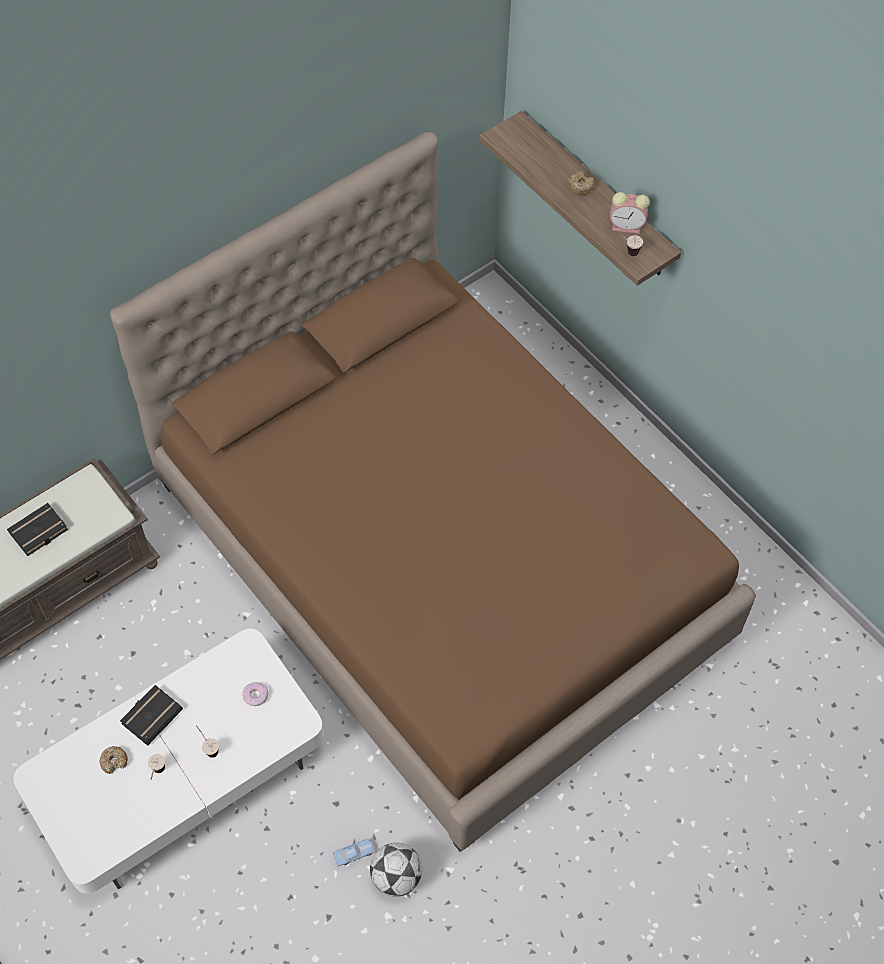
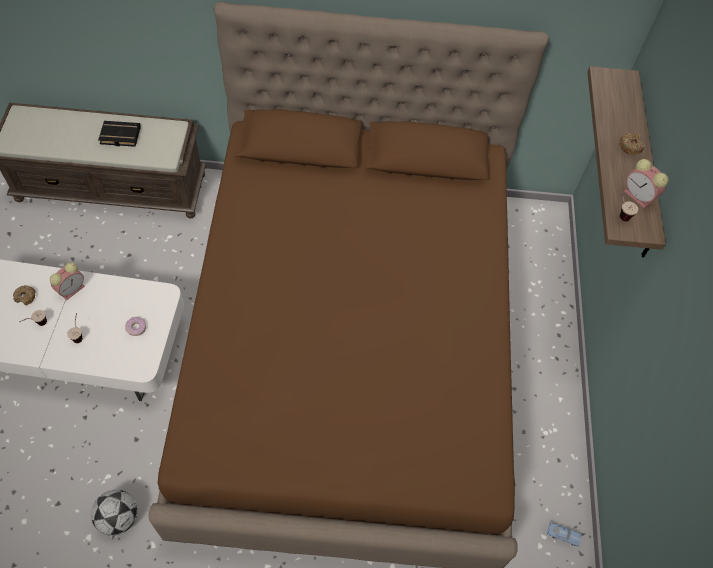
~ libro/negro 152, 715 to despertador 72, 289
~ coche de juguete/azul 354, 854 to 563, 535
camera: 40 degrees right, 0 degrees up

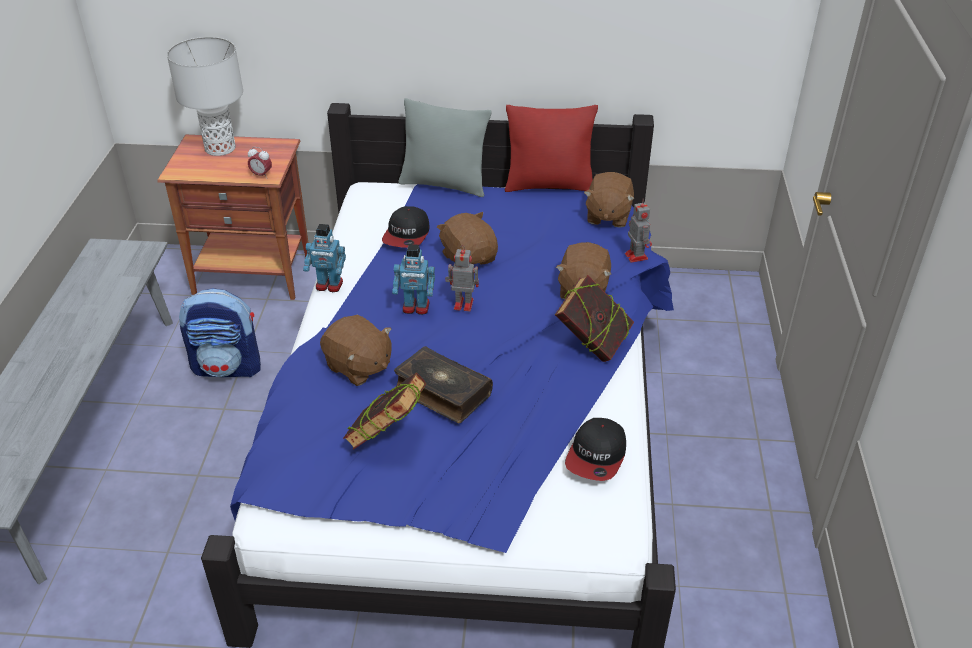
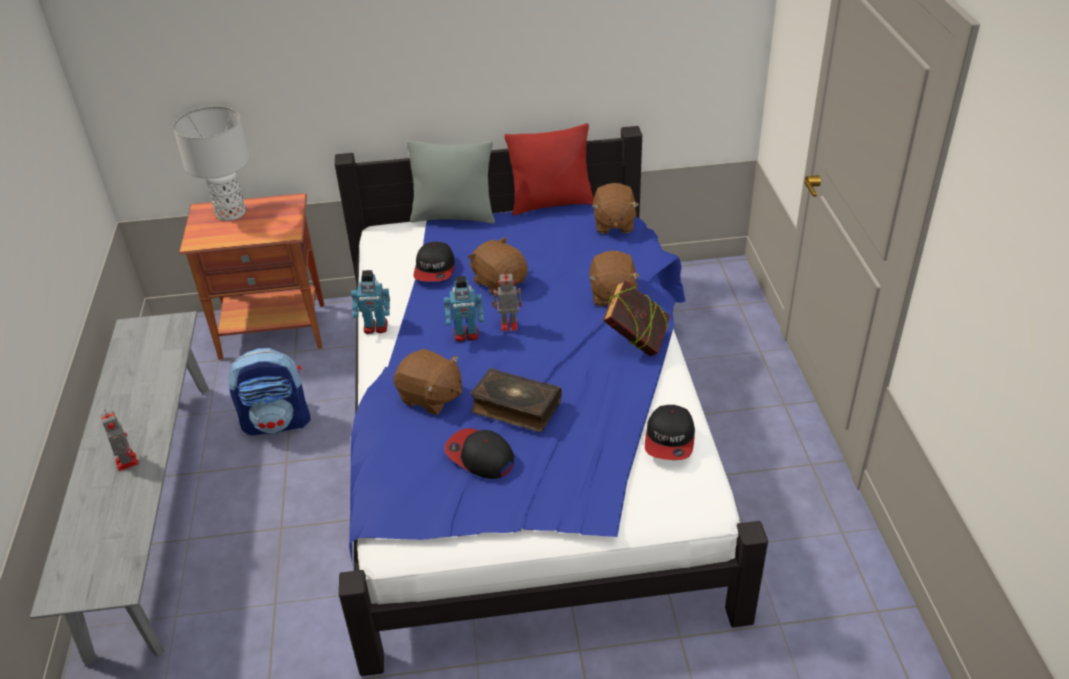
~ robot de juguete 635, 255 to 126, 461
~ libro 387, 438 to gorra 479, 456
- despertador 261, 175
camera: 10 degrees left, 0 degrees up

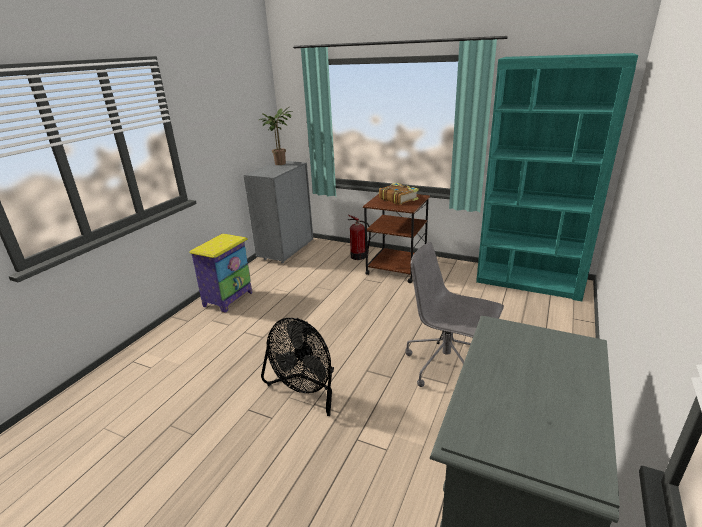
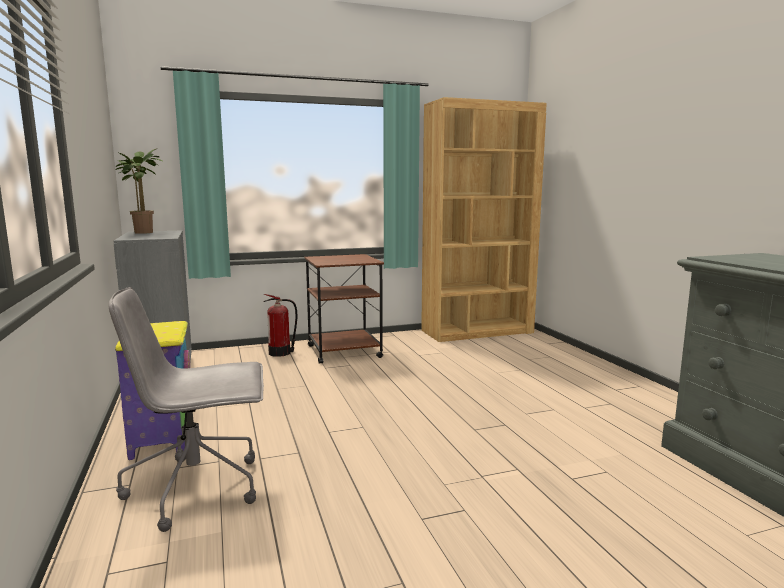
~ silla de oficina/gris 449, 367 to 202, 488
~ estantería/turquesa 529, 282 to estantería/marrón 477, 331
- ventilador/negro 305, 388
- libro 398, 199
camera: 45 degrees left, 15 degrees down

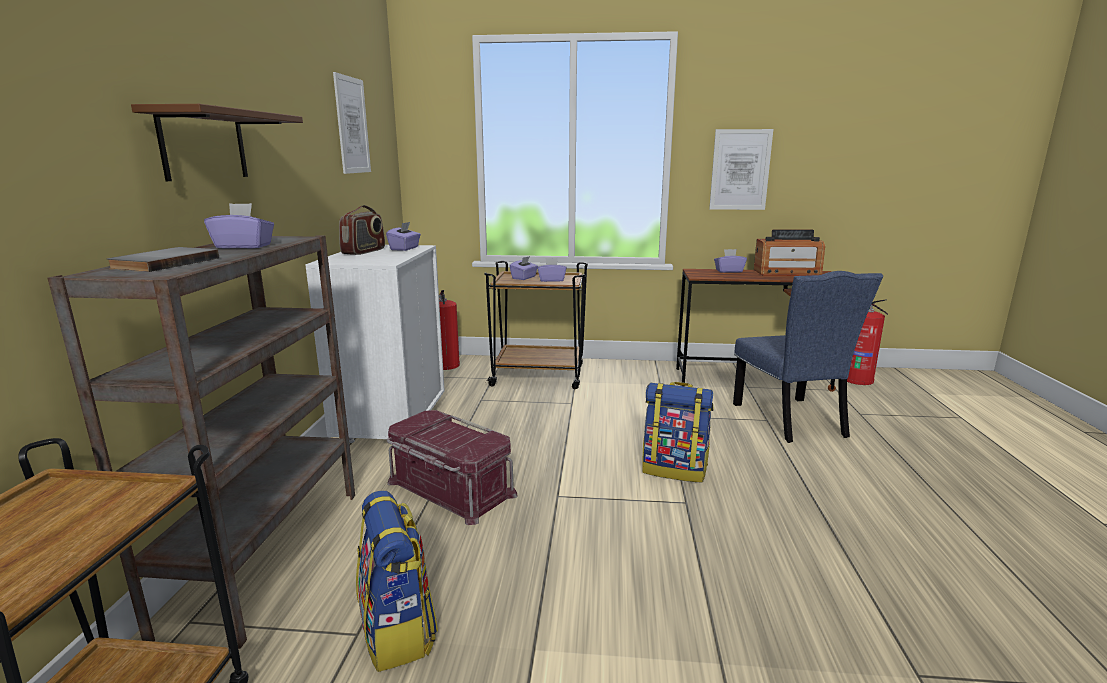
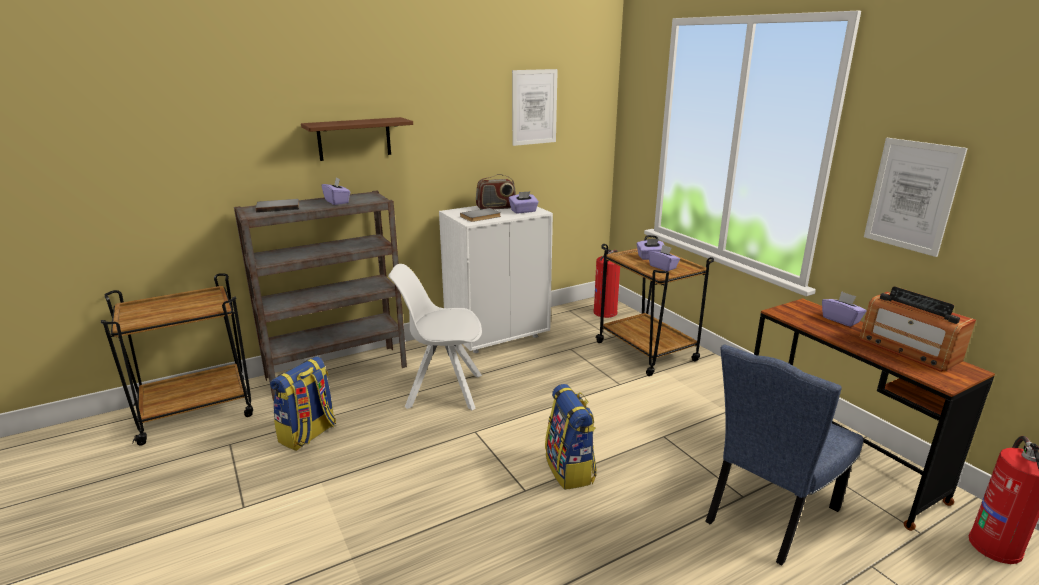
~ caja de almacenaje/rojo 449, 489 to silla/blanco 443, 391
+ libro/gris 481, 217
camera: 55 degrees right, 5 degrees up

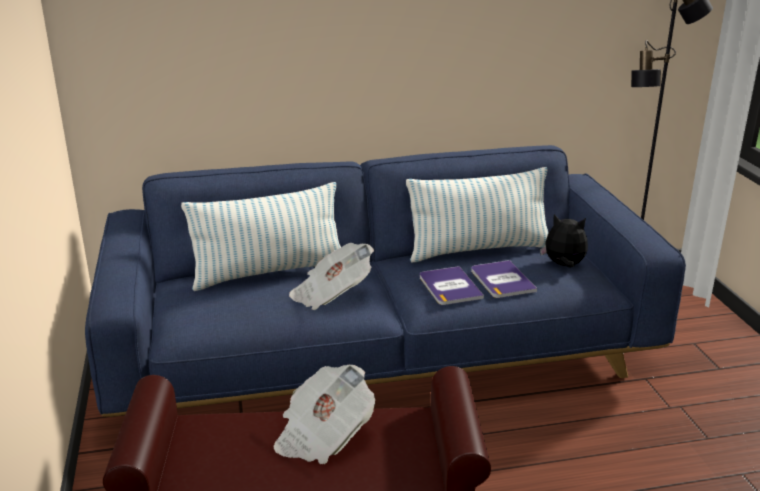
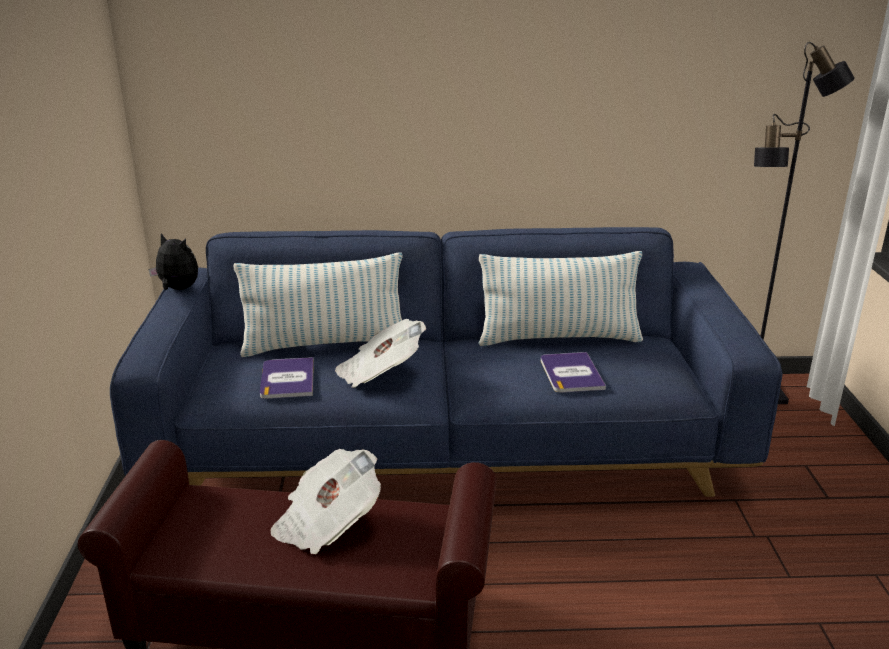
~ peluche 563, 265 to 177, 289
~ libro 449, 287 to 287, 379
camera: 10 degrees right, 0 degrees up

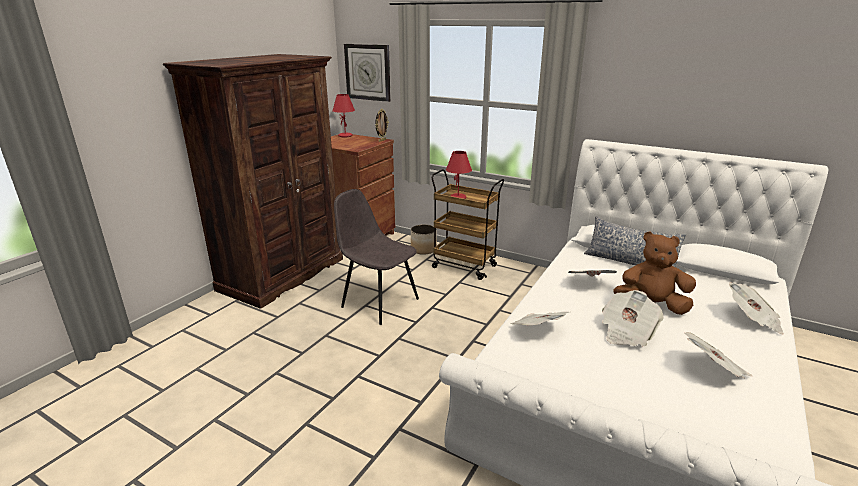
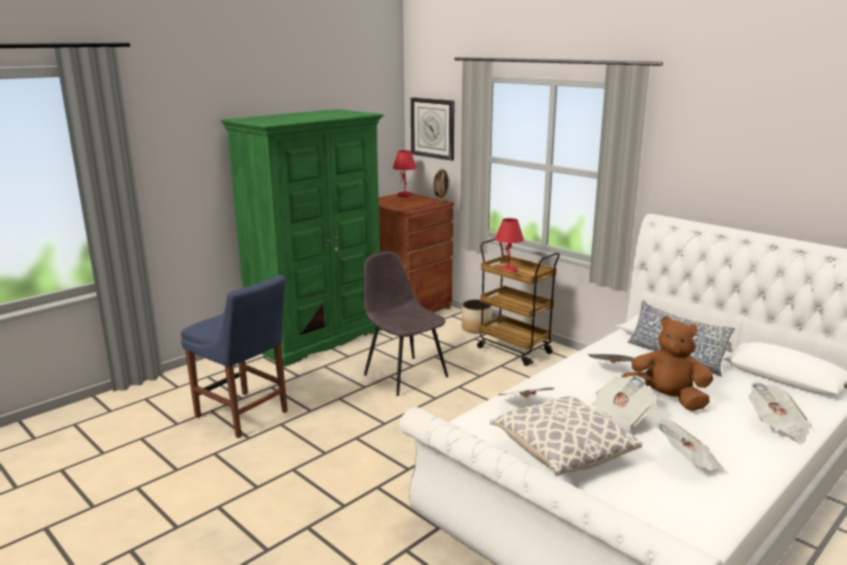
+ silla/azul 244, 415
~ armario ropero/marrón 283, 274 to armario ropero/verde 317, 337
+ cojín 562, 452
camera: 15 degrees right, 5 degrees down

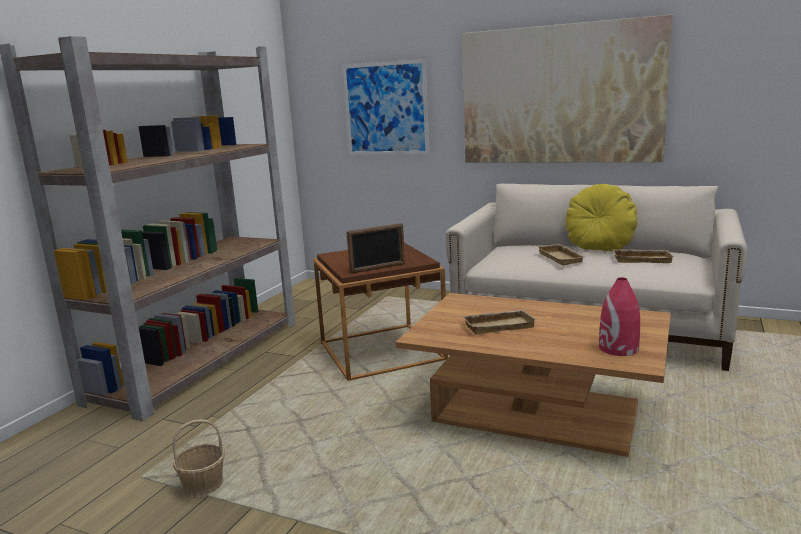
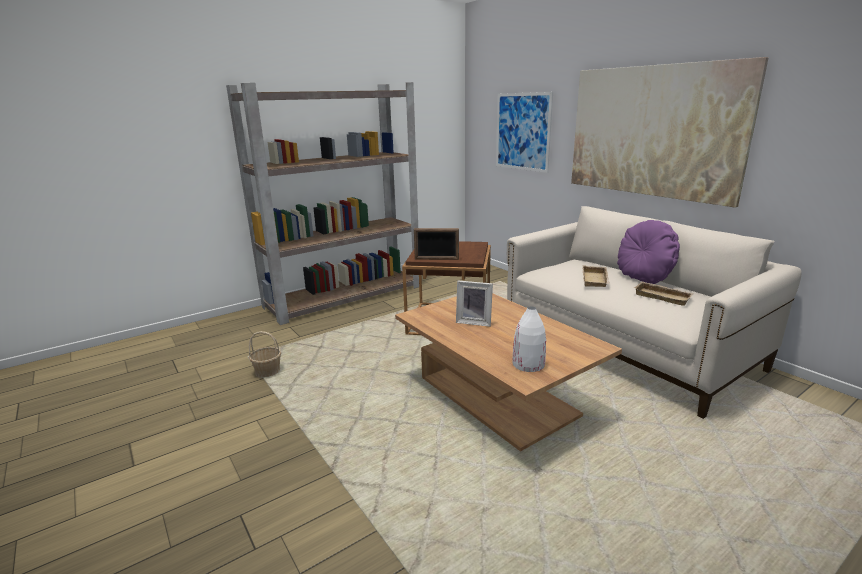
~ bandeja/beis 498, 325 to portarretratos 474, 321
~ florero/rojo 618, 348 to florero/blanco 528, 364
~ cojín/amarillo 599, 249 to cojín/morado 643, 279
camera: 30 degrees right, 5 degrees up

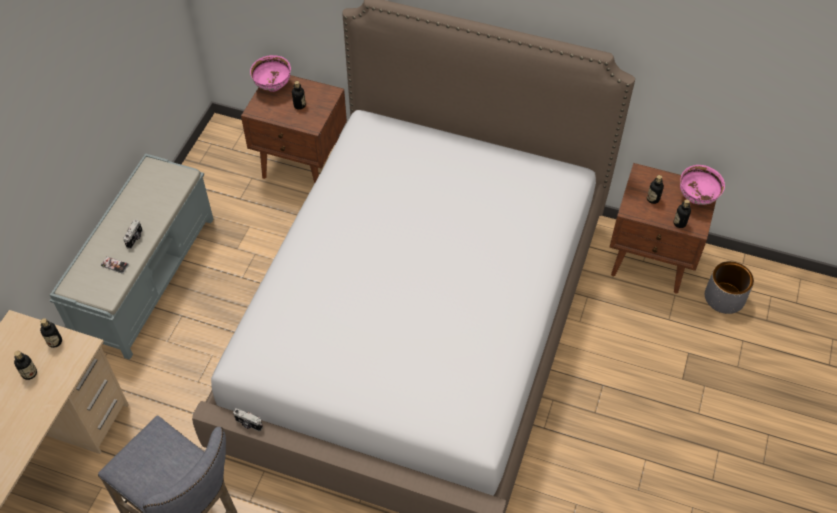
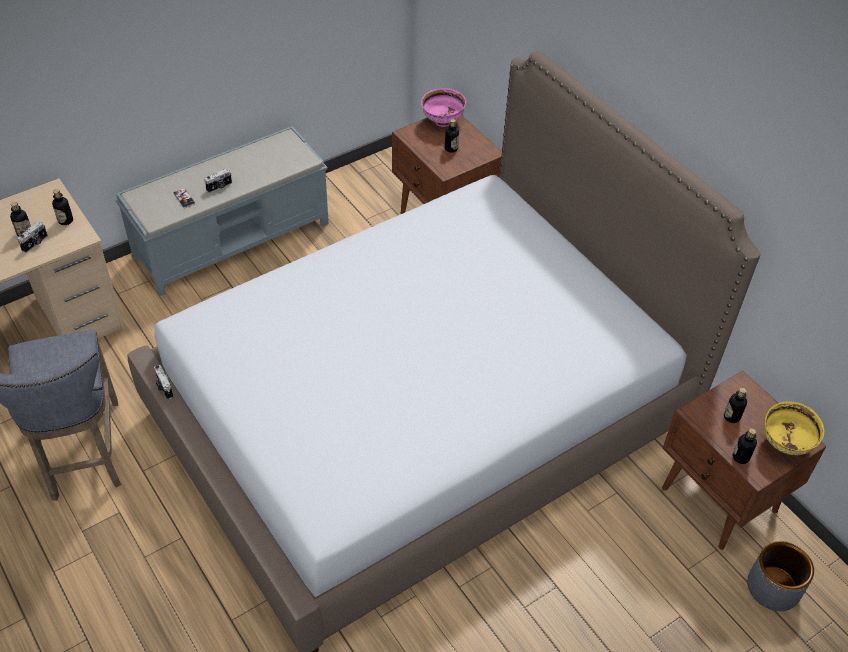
+ cámara 35, 243
~ cuenco/rosa 697, 198 to cuenco/amarillo 785, 444
camera: 35 degrees right, 5 degrees down

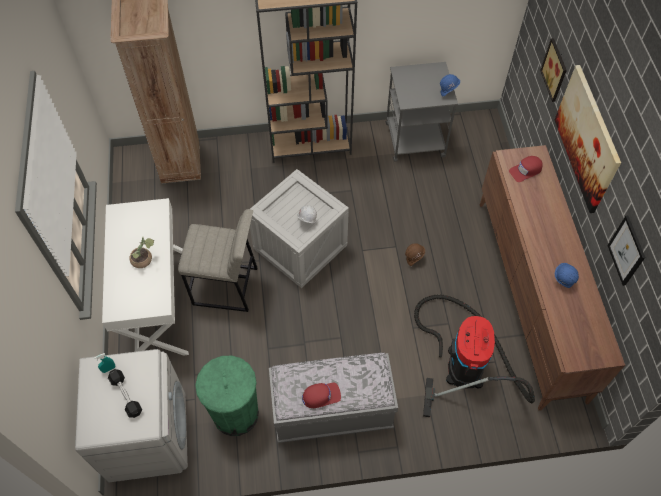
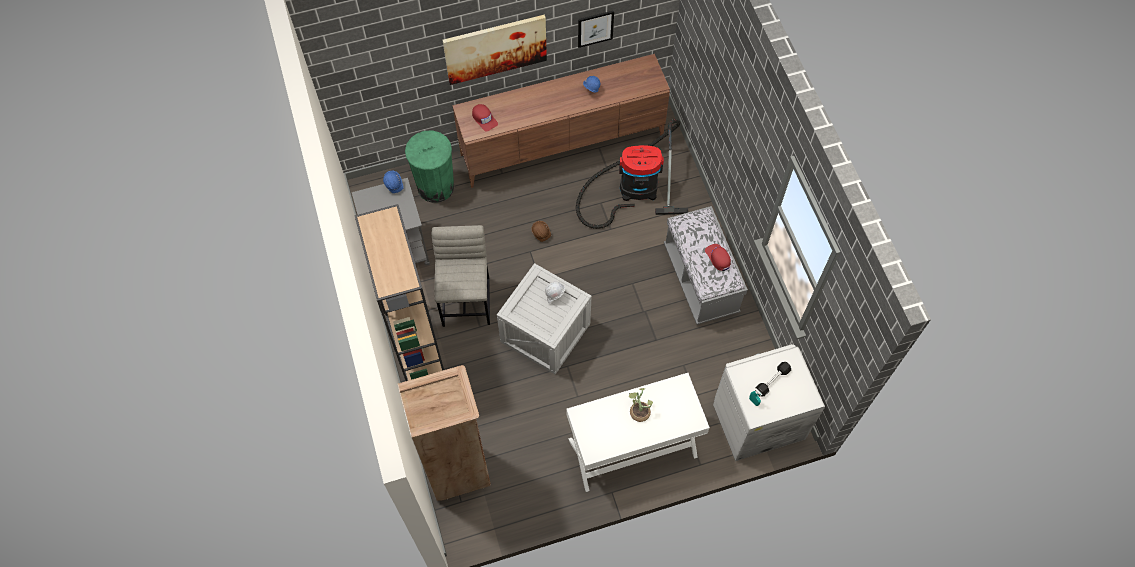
~ papelera/verde 236, 413 to 436, 186
~ silla/gris 227, 286 to 466, 300
- cuadro 556, 70
camera: 100 degrees left, 5 degrees up

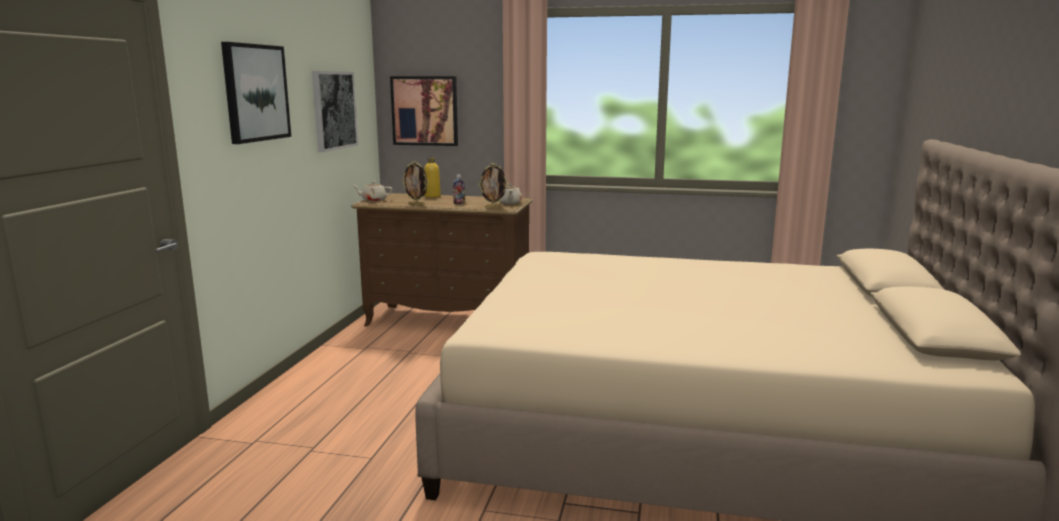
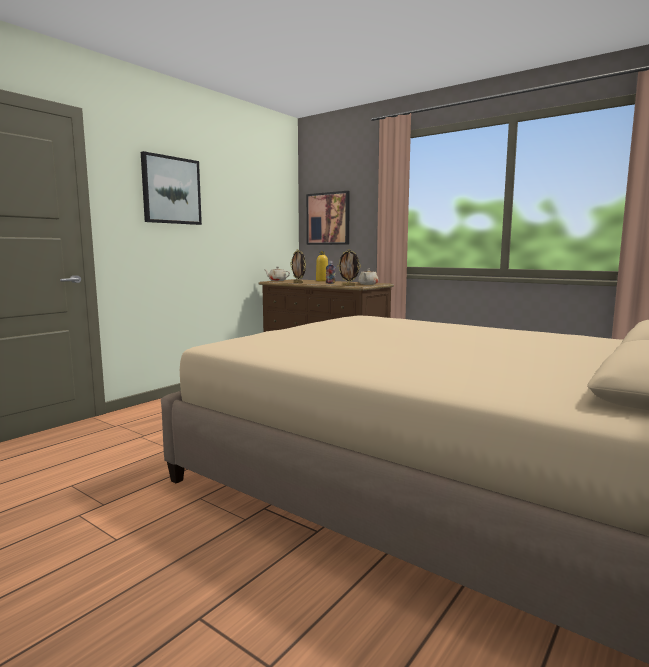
- cuadro 334, 110
camera: 25 degrees right, 5 degrees down

